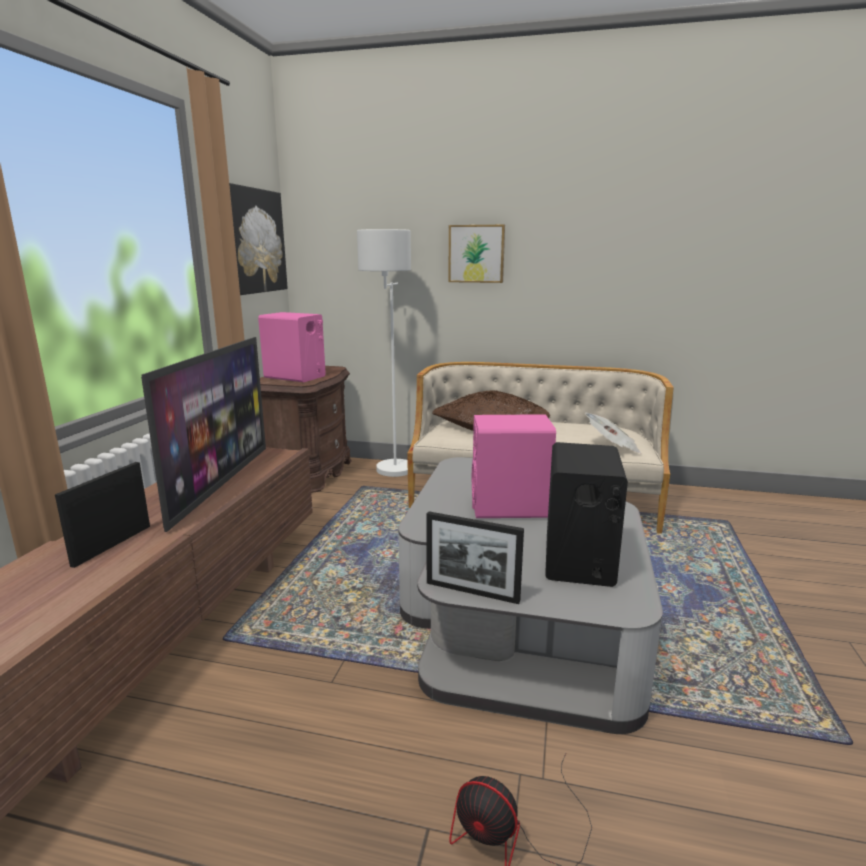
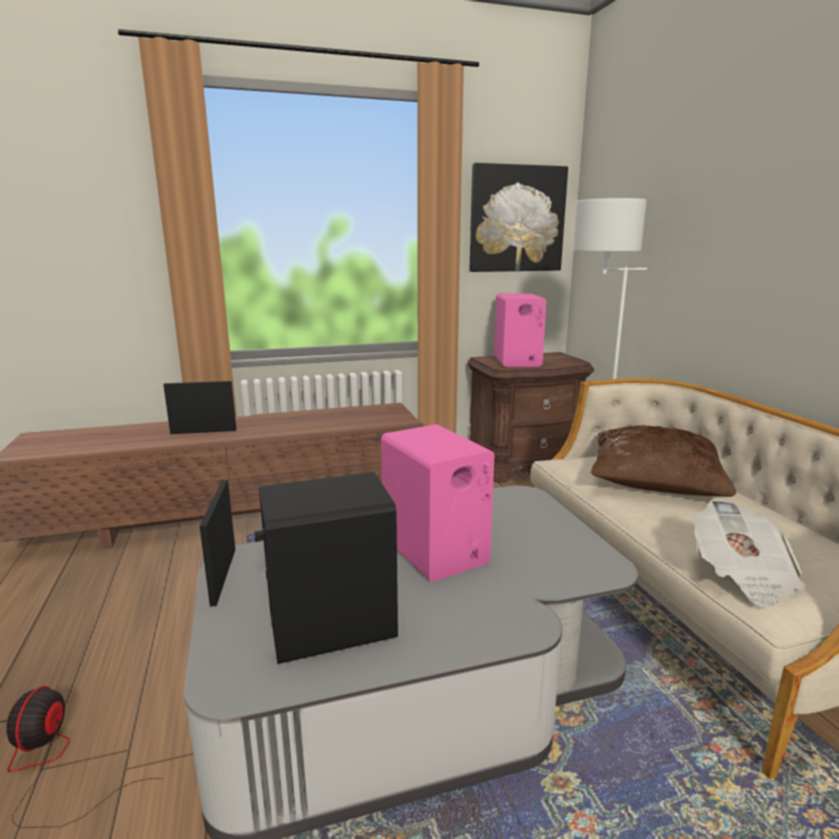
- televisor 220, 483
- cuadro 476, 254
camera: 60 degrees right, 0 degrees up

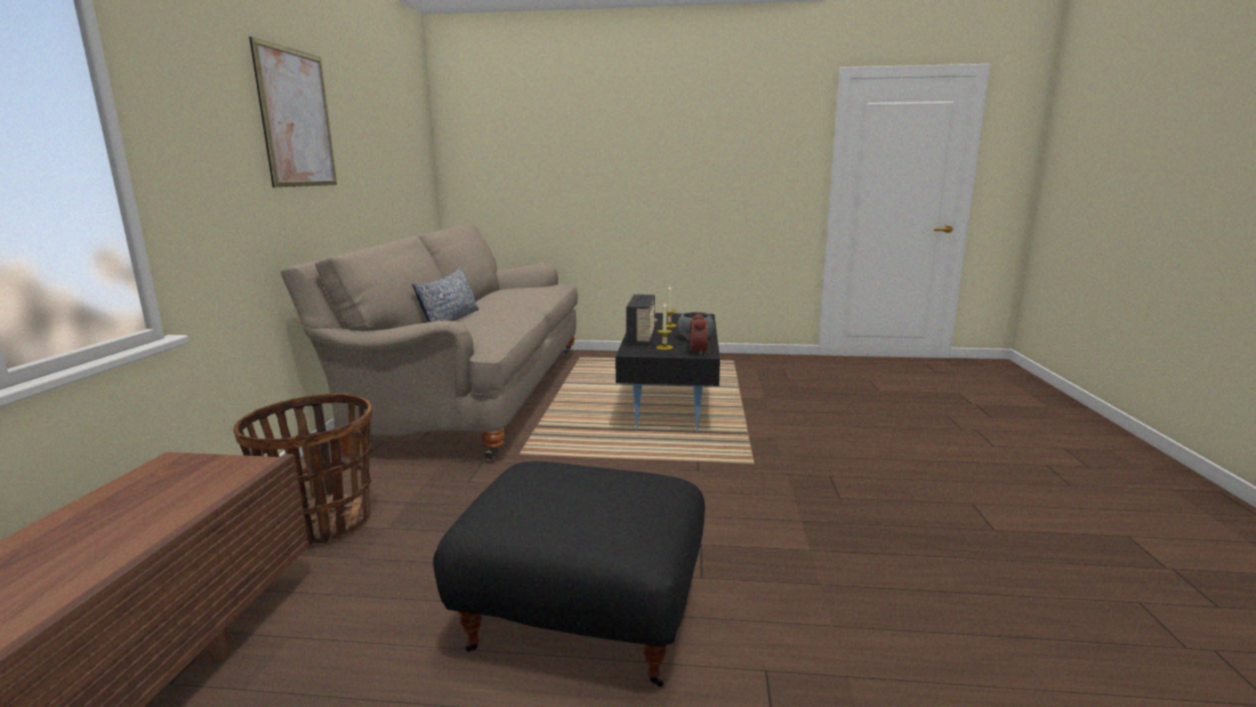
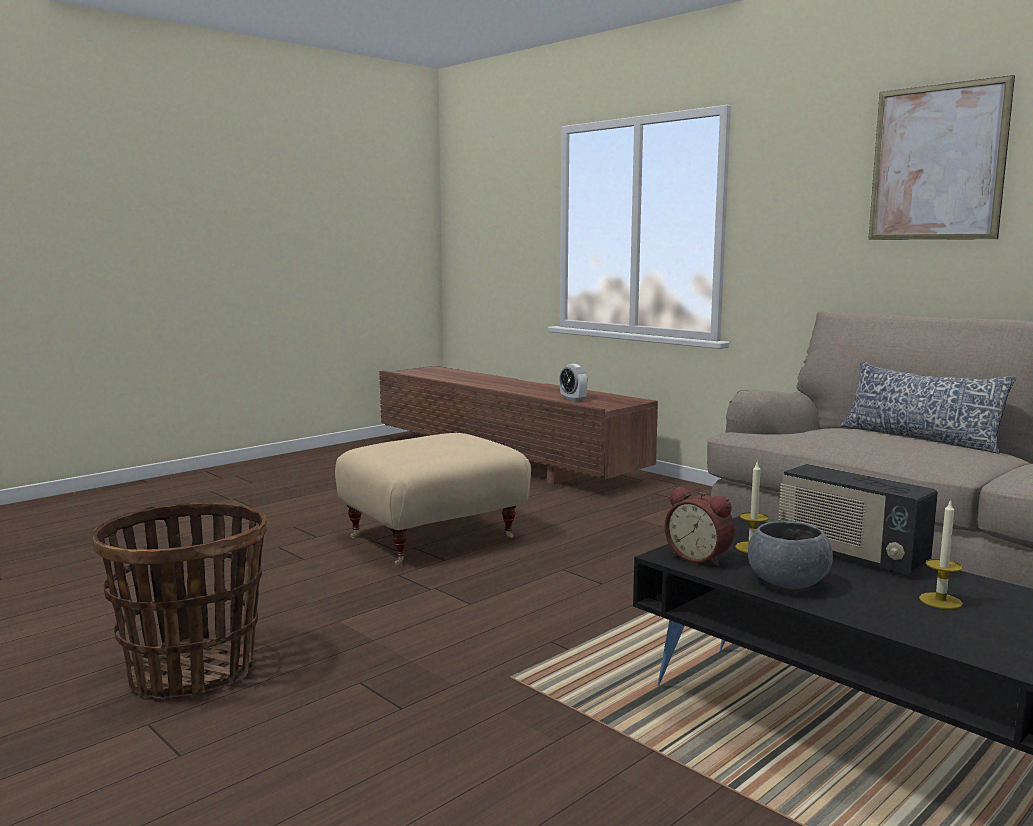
~ cesta 321, 524 to 192, 671
~ puf/negro 584, 617 to puf/beis 433, 538
+ despertador 573, 399
camera: 130 degrees right, 5 degrees down

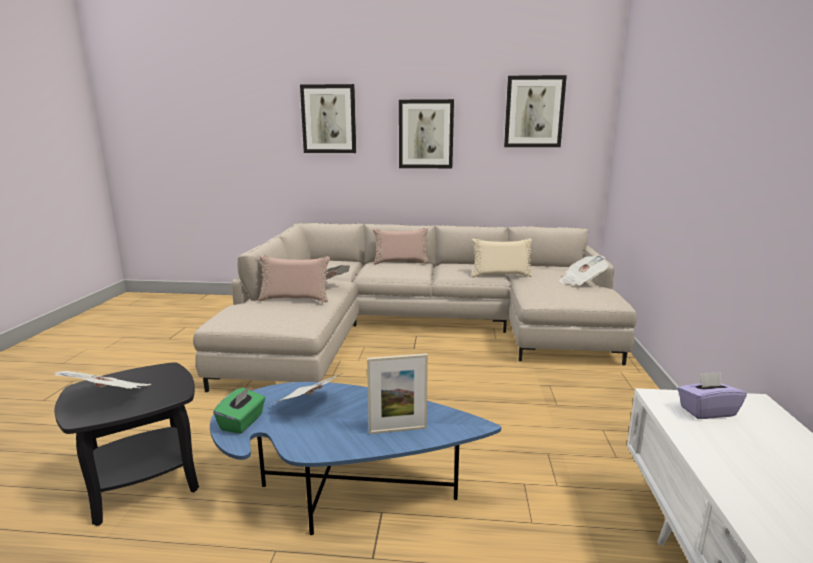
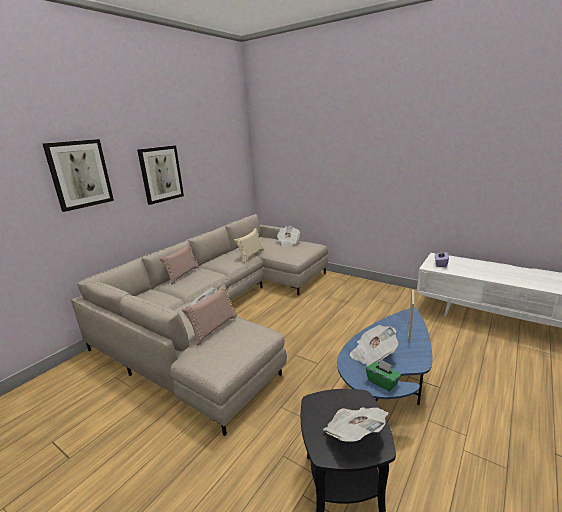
- cuadro 534, 112
camera: 60 degrees left, 5 degrees up

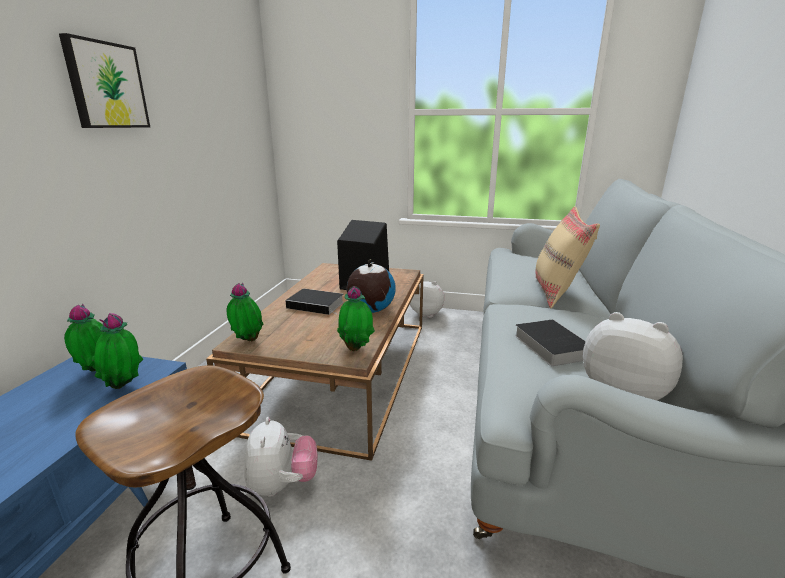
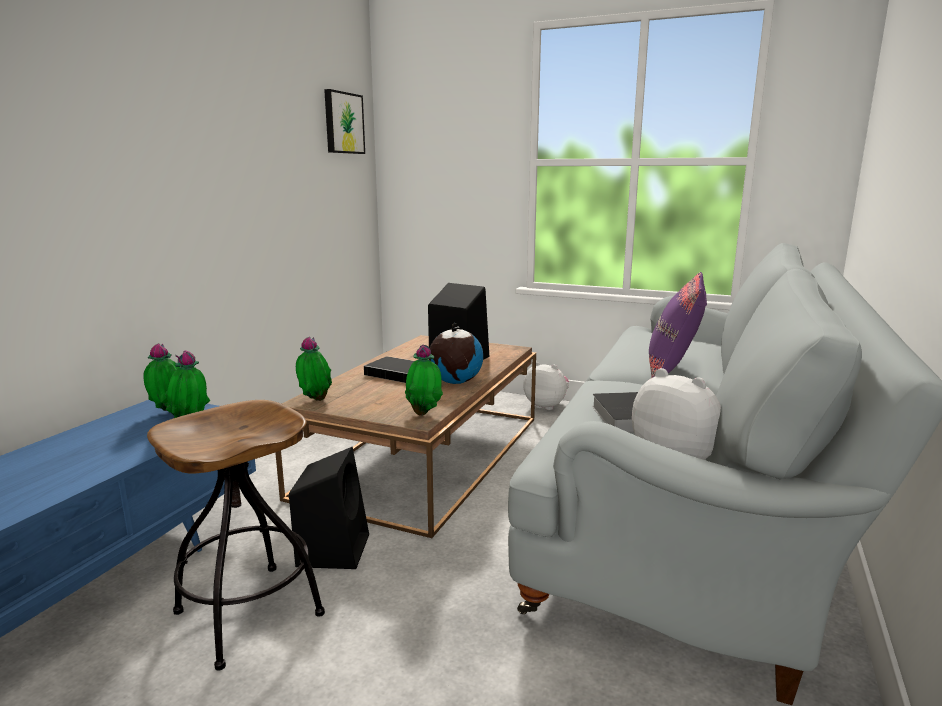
~ peluche 282, 484 to altavoz/negro 333, 549
~ cuadro 106, 85 to 343, 123
~ cojín/beis 557, 292 to cojín/morado 672, 372
camera: 10 degrees right, 5 degrees down

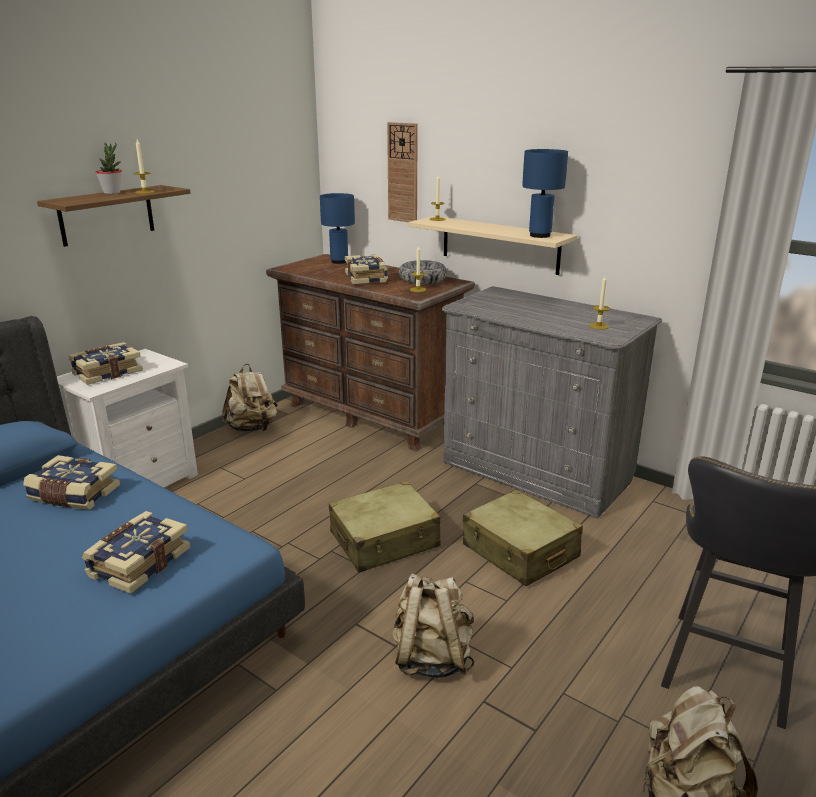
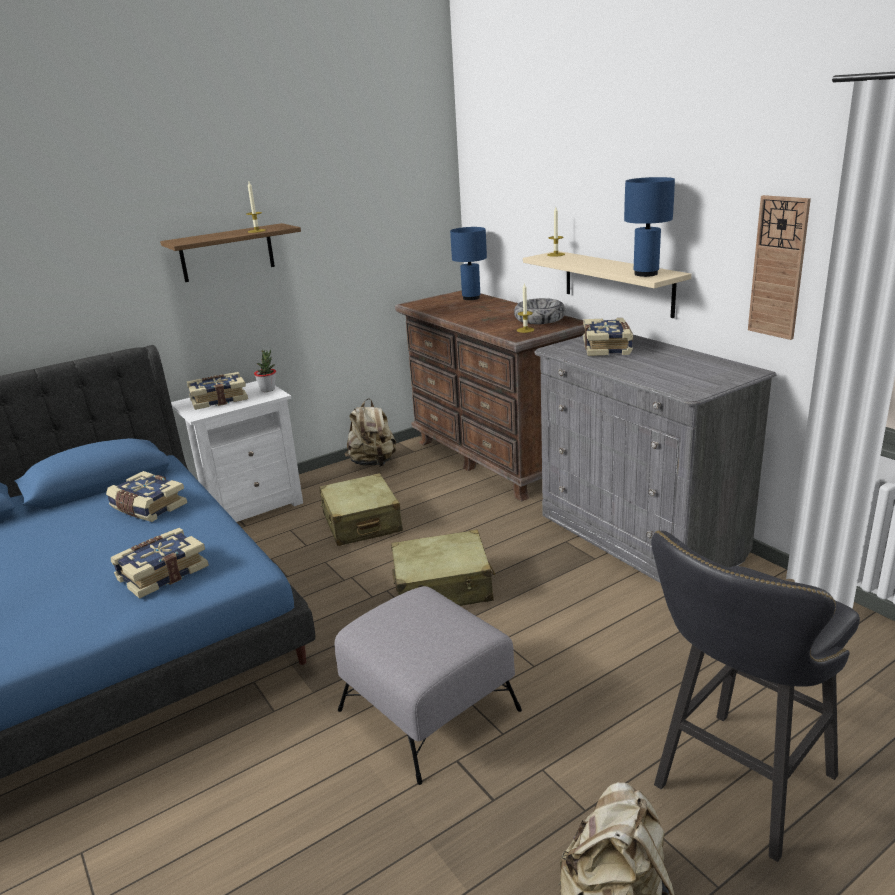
~ planta en maceta 112, 193 to 268, 390
~ maleta/beis 520, 551 to 361, 523
~ mochila/beis 431, 658 to puf/gris 428, 709
~ libro 367, 278 to 608, 348
~ reloj de pared 403, 173 to 778, 267
- vela 599, 326
camera: 20 degrees right, 0 degrees up

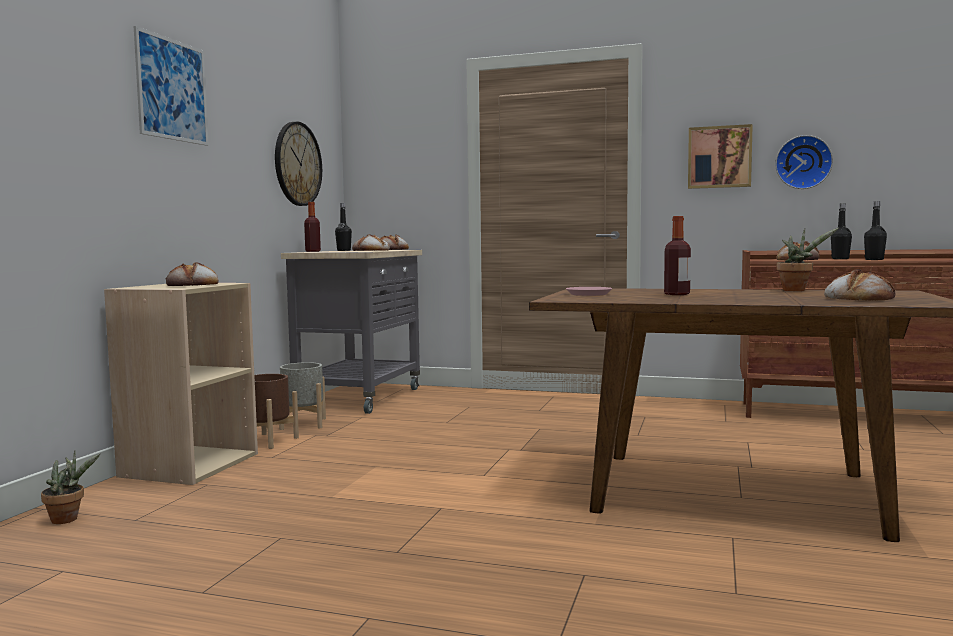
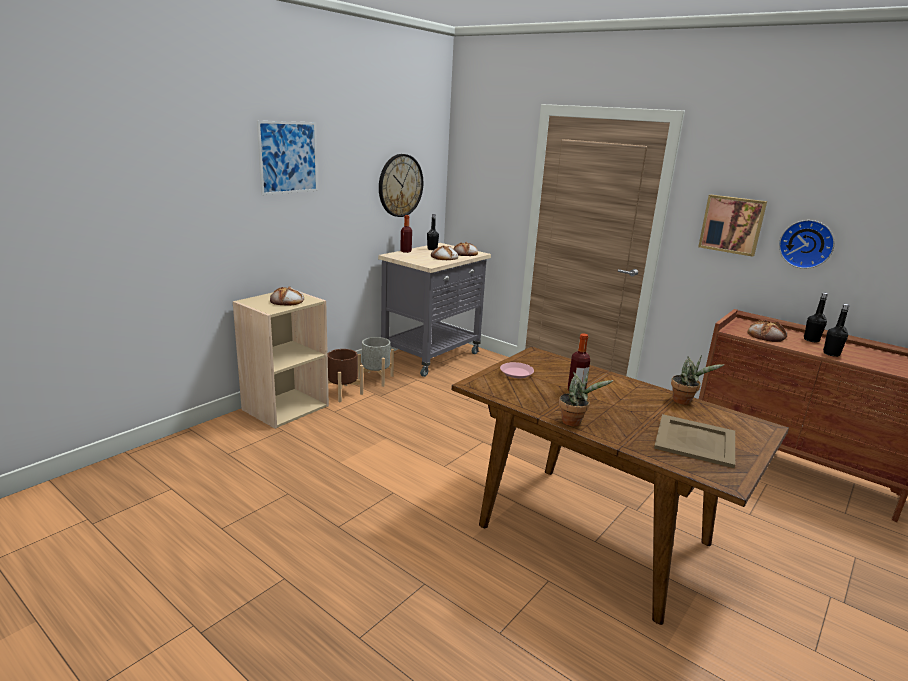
~ planta en maceta 69, 519 to 574, 422
~ pan 858, 297 to bandeja/beis 694, 440
camera: 20 degrees right, 15 degrees up

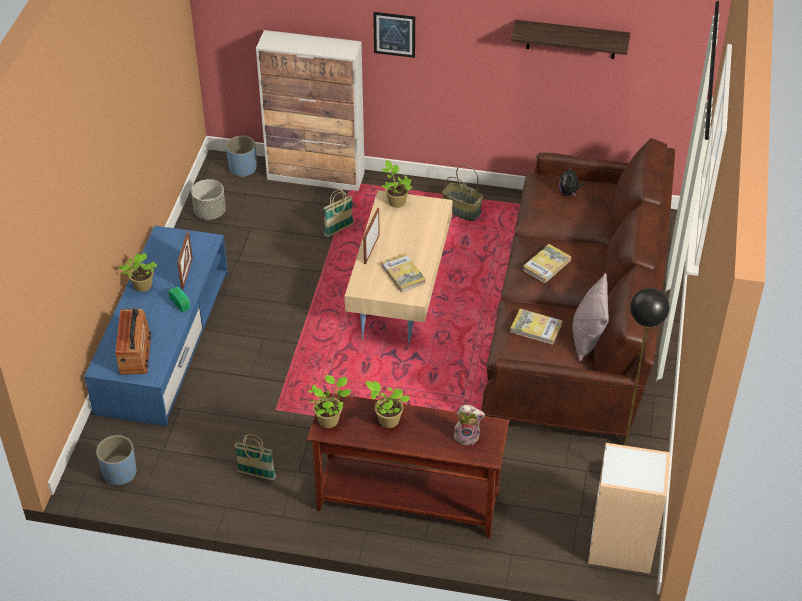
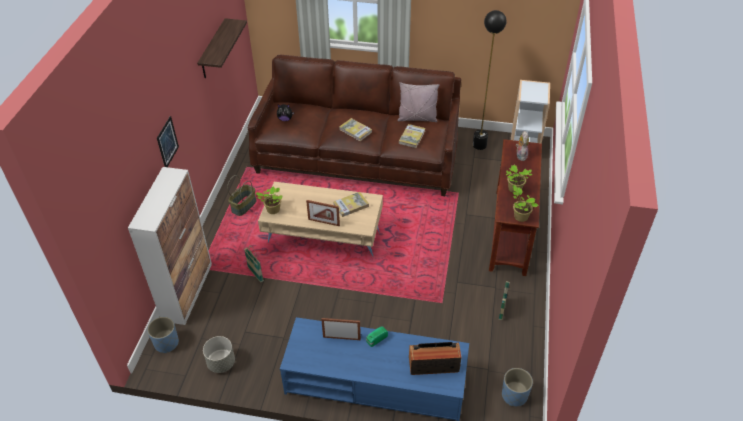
- planta en maceta 142, 286
camera: 90 degrees left, 0 degrees up

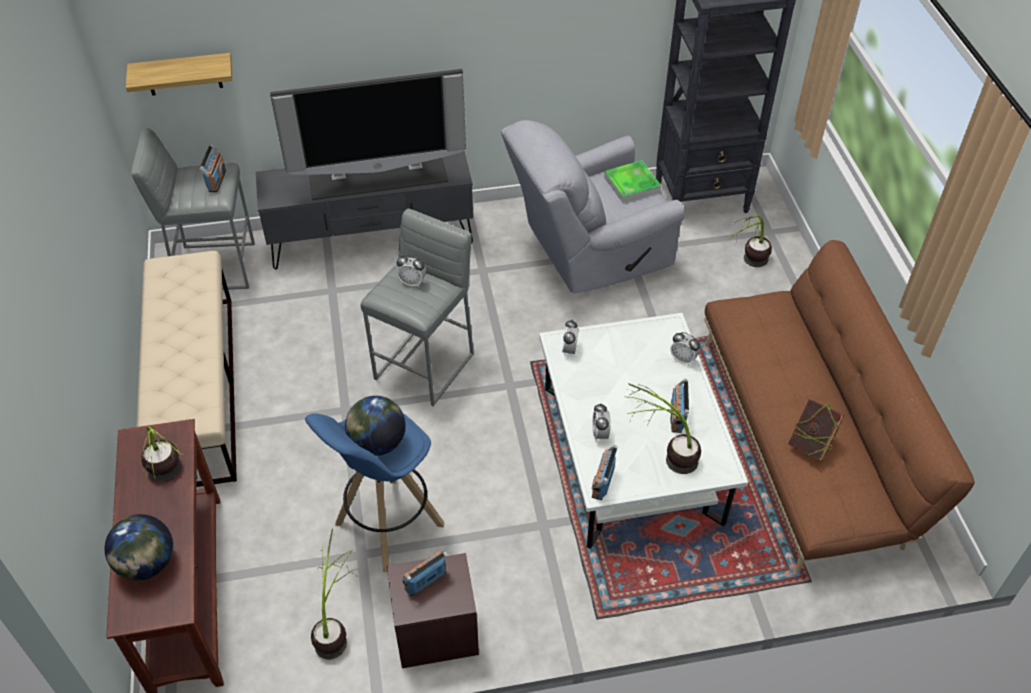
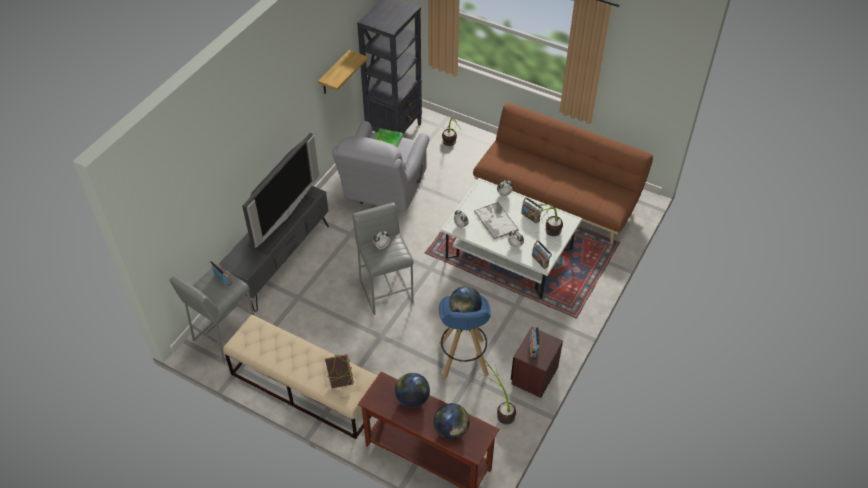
~ estante 183, 74 to 334, 73
~ libro 810, 444 to 340, 379
~ planta en maceta 170, 483 to globo terráqueo 412, 399
+ bandeja 495, 221
camera: 50 degrees left, 0 degrees up

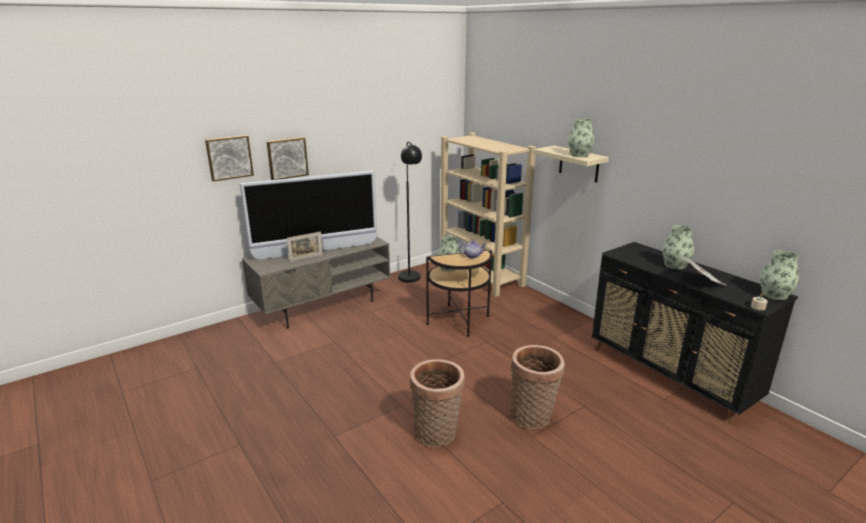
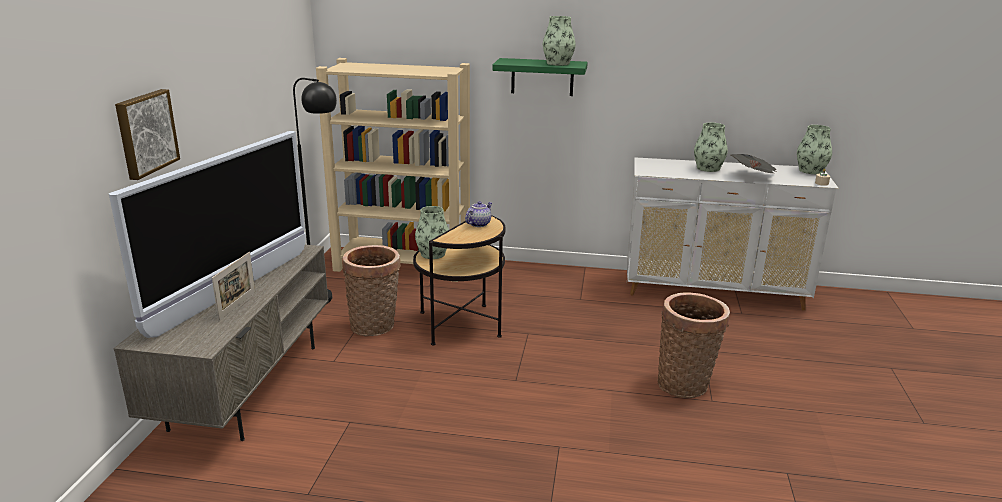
~ cesta 437, 435 to 375, 326
~ estante/beis 579, 164 to estante/verde 542, 77
~ armario/negro 670, 374 to armario/blanco 713, 290
- cuadro 229, 157
camera: 45 degrees left, 0 degrees up

